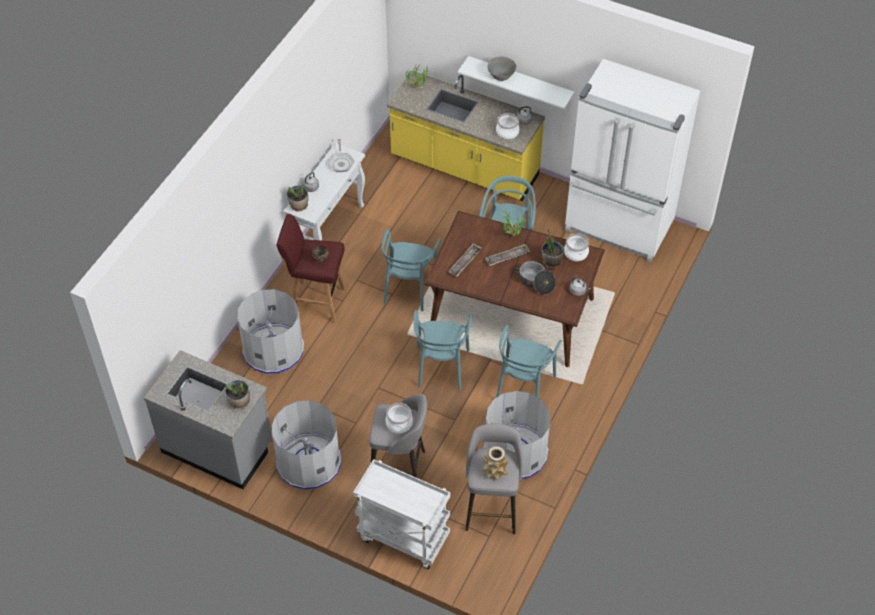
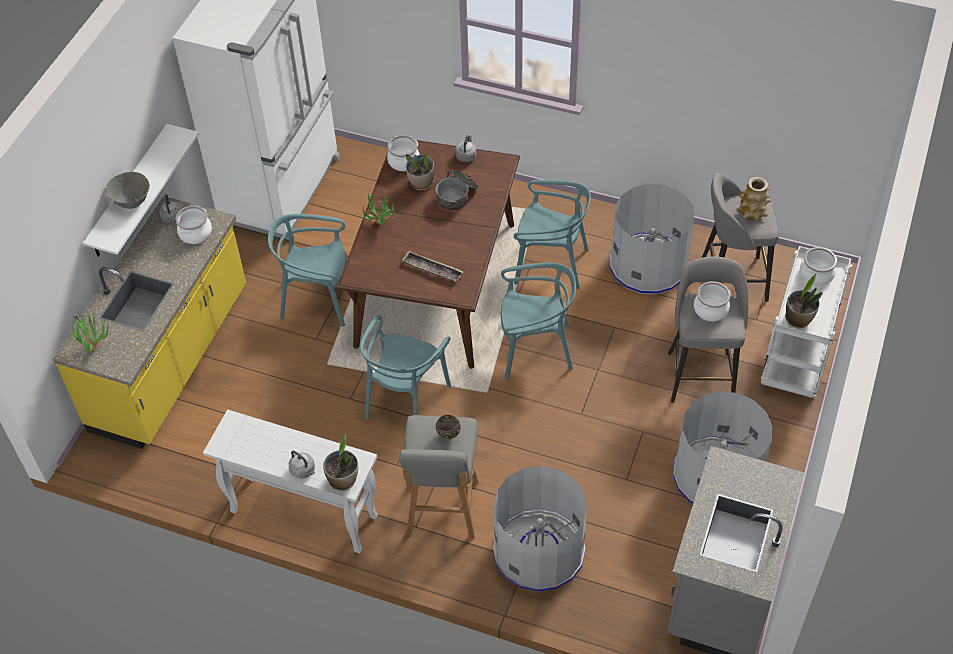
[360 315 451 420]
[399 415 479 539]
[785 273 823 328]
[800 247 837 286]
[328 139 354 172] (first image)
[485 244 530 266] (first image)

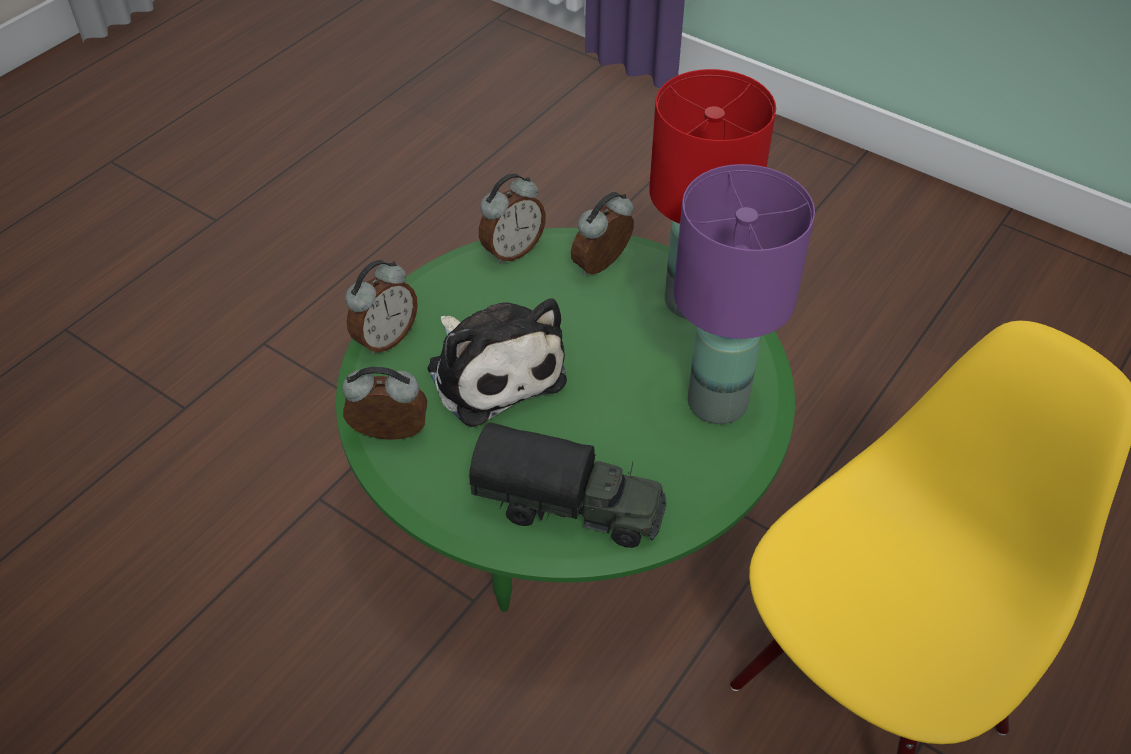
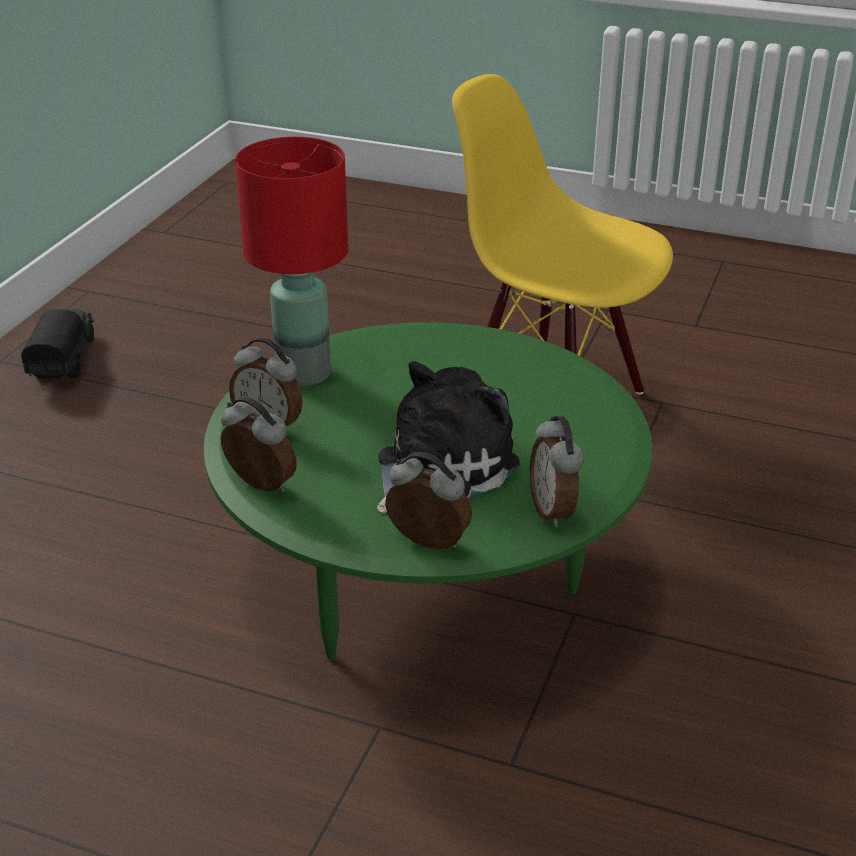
[21 309 94 380]
[674 164 815 424] (first image)

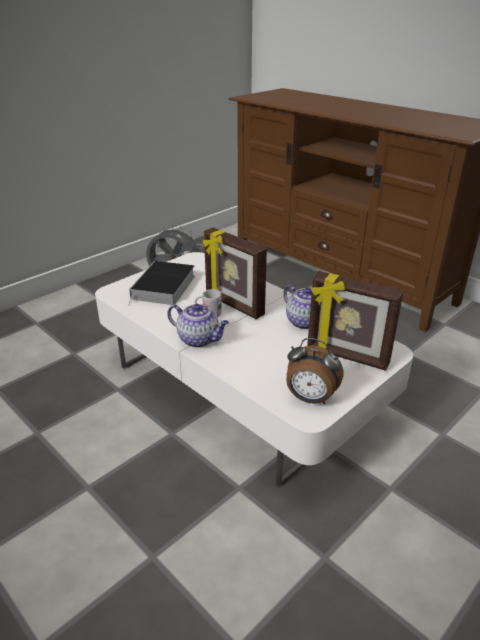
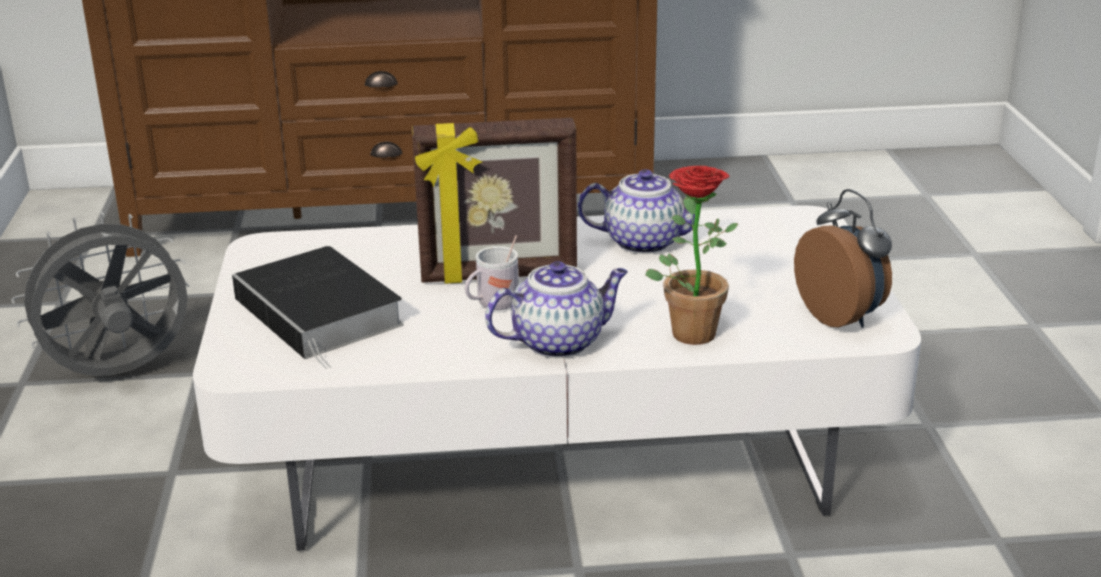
[645 166 739 345]
[794 189 892 328]
[307 271 404 371] (first image)

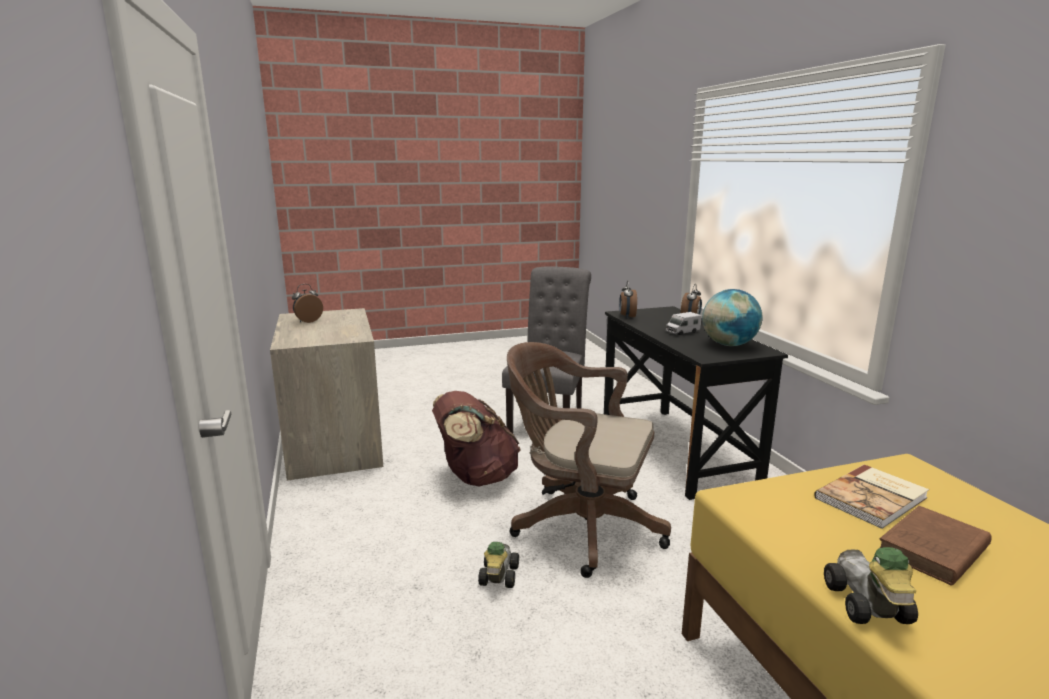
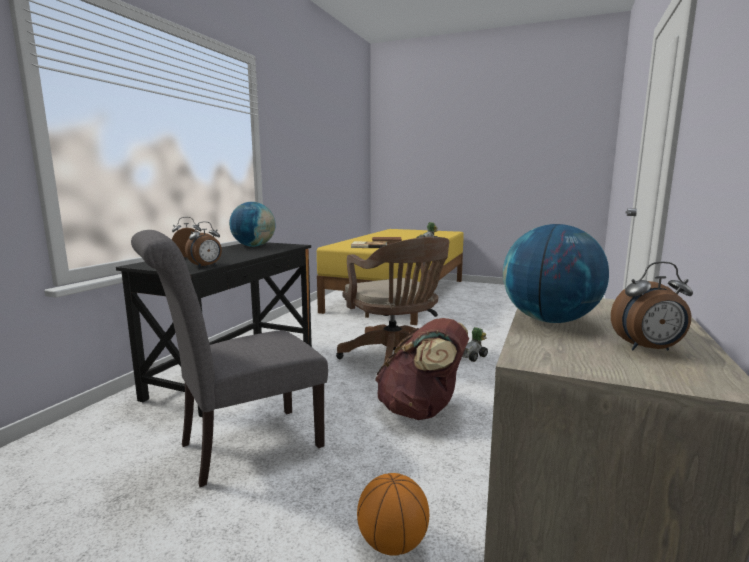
[357 473 429 556]
[503 224 609 323]
[666 312 702 335] (first image)

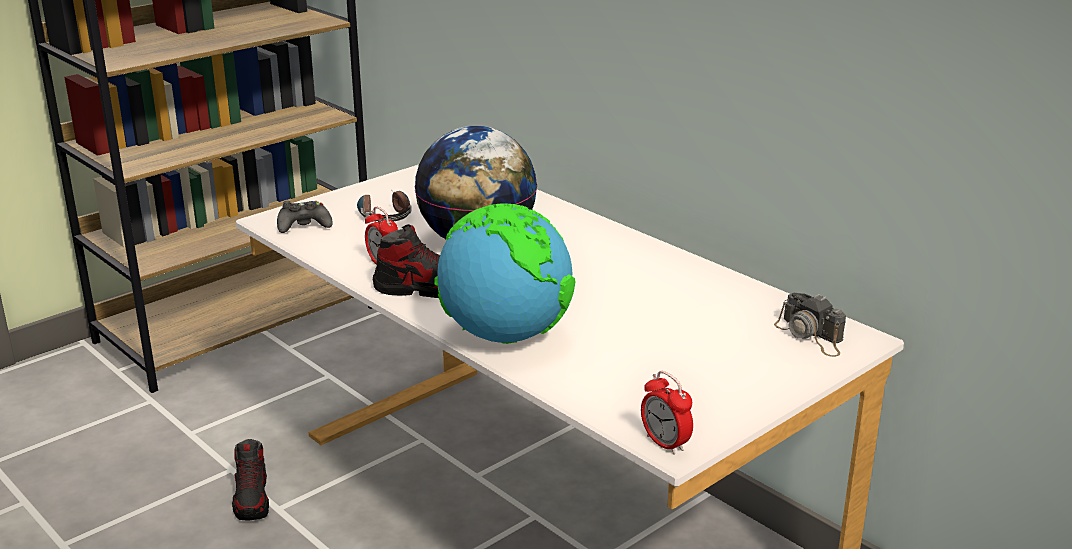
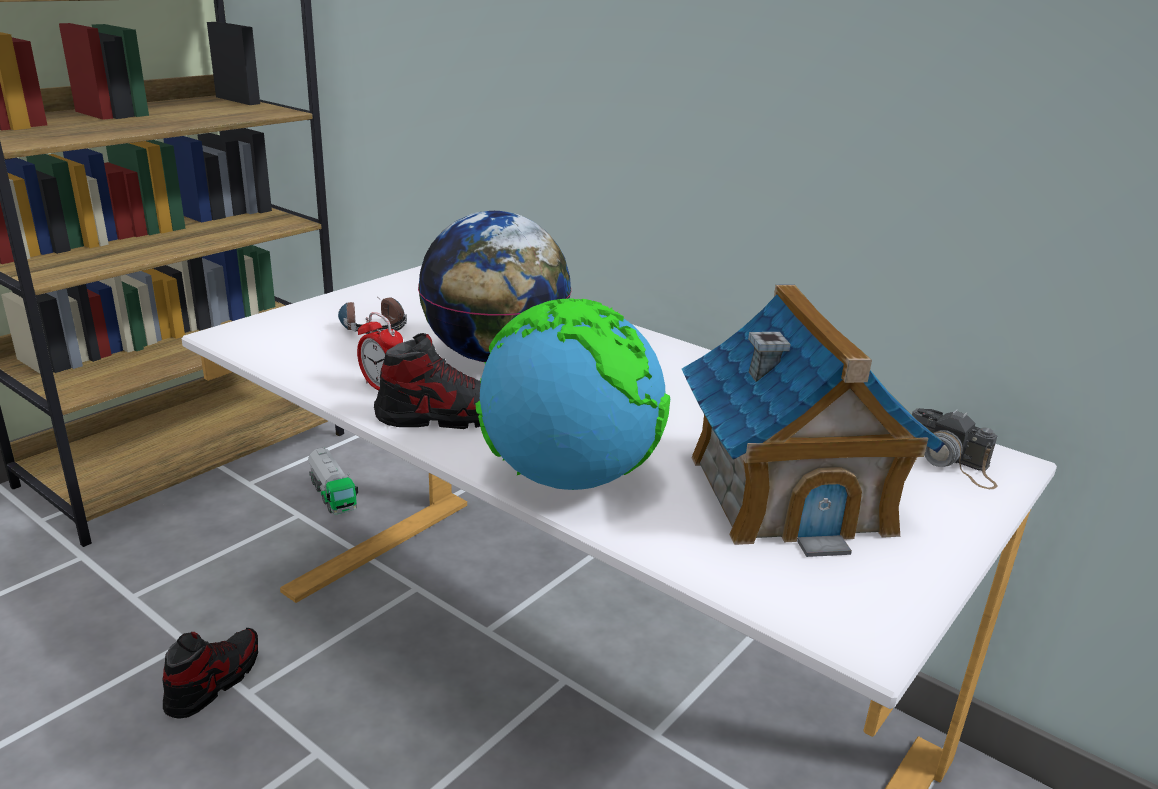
[162 628 258 719]
[308 448 358 514]
[682 285 945 557]
[277 201 333 233] (first image)
[641 371 693 455] (first image)

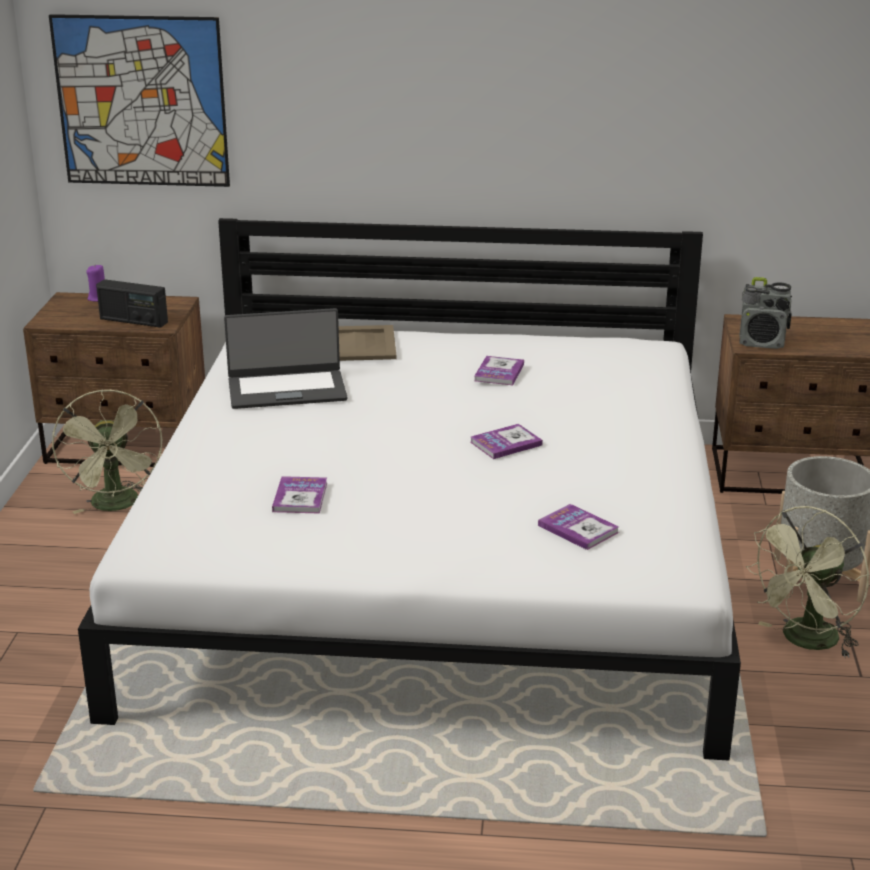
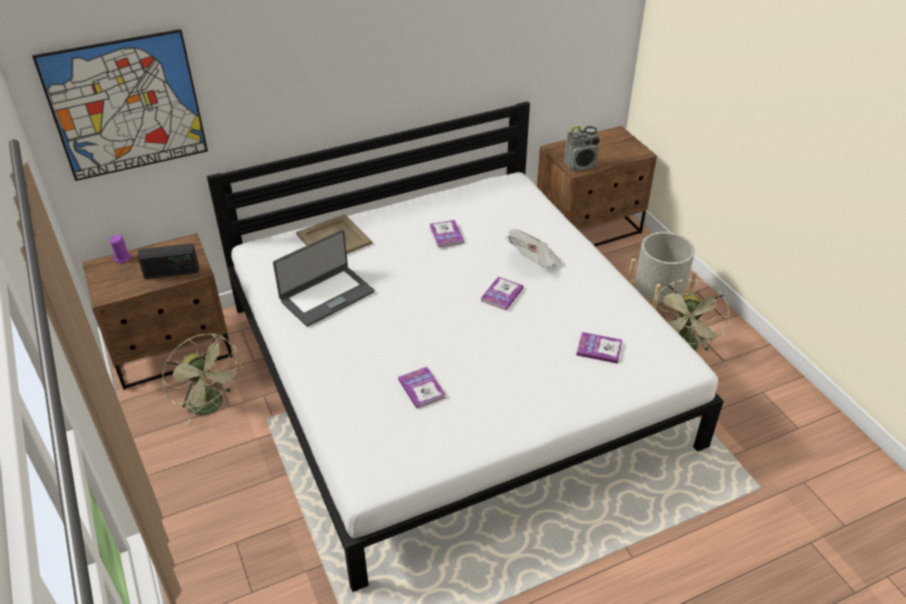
[505 229 565 268]

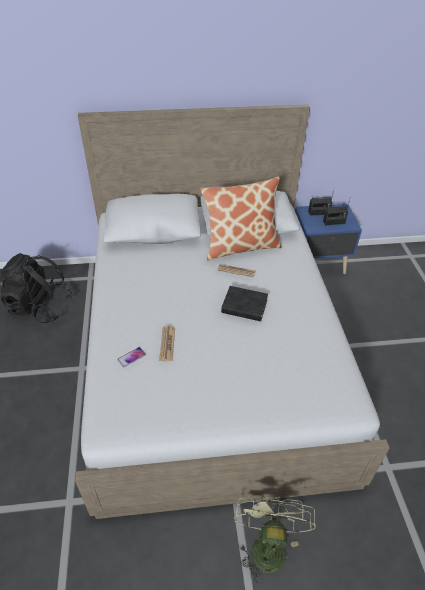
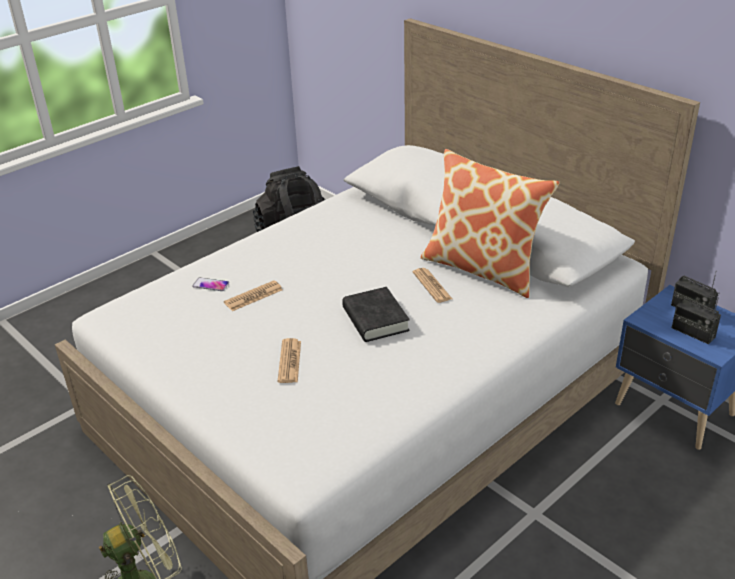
[278 338 301 383]

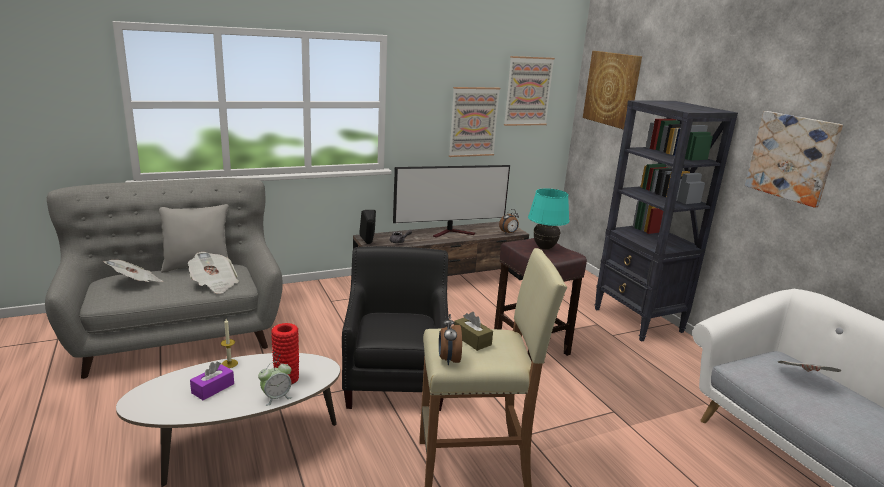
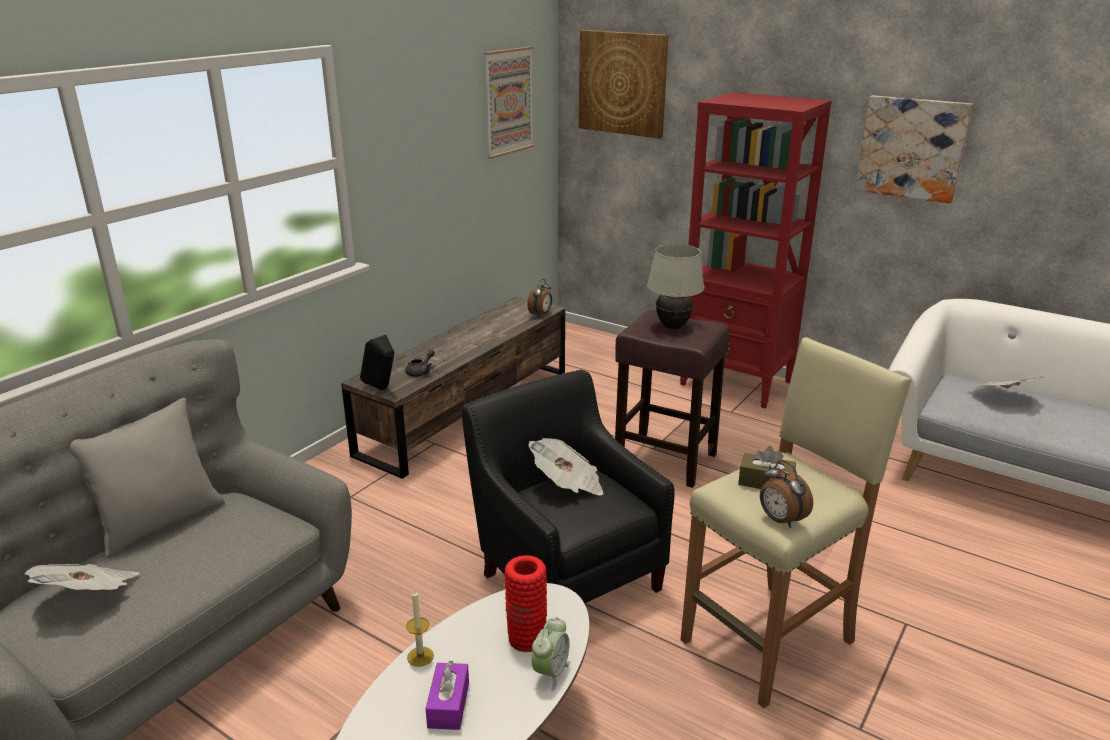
[529 438 603 495]
[647 244 704 329]
[680 92 831 408]
[393 165 510 238] (first image)
[449 87 500 157] (first image)

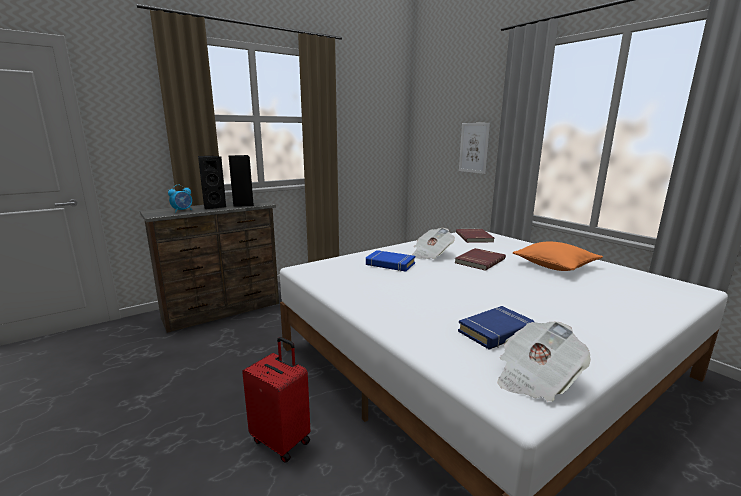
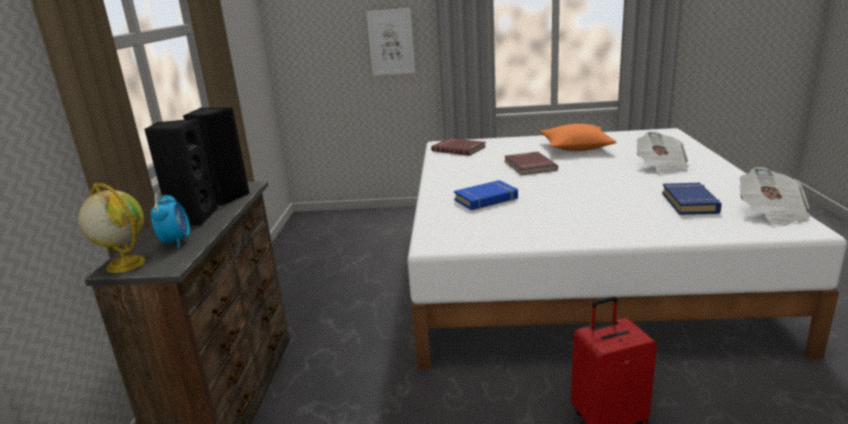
[78 184 146 273]
[637 131 689 175]

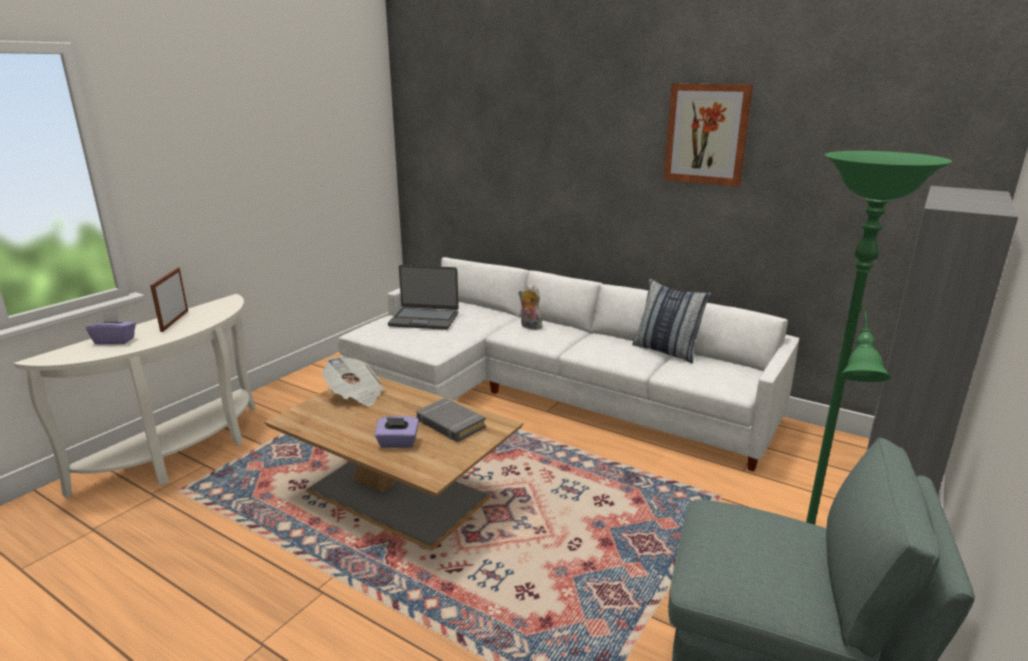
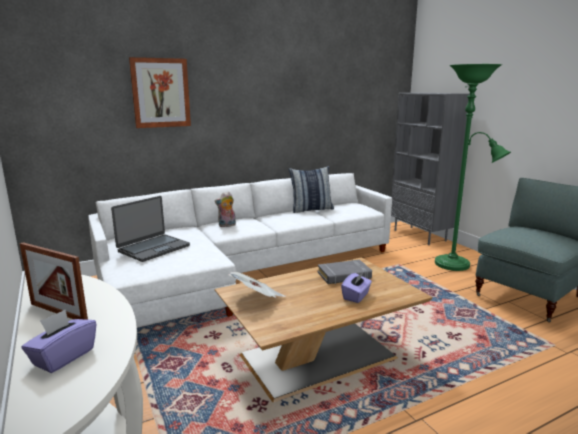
[129 57 191 128]

